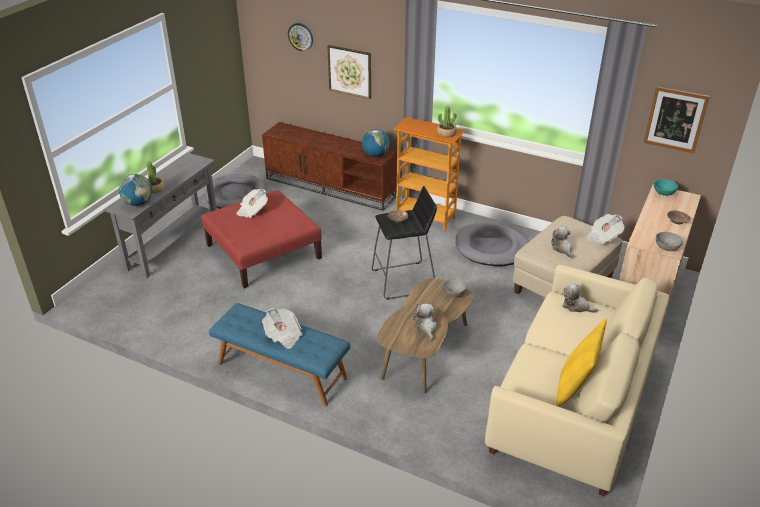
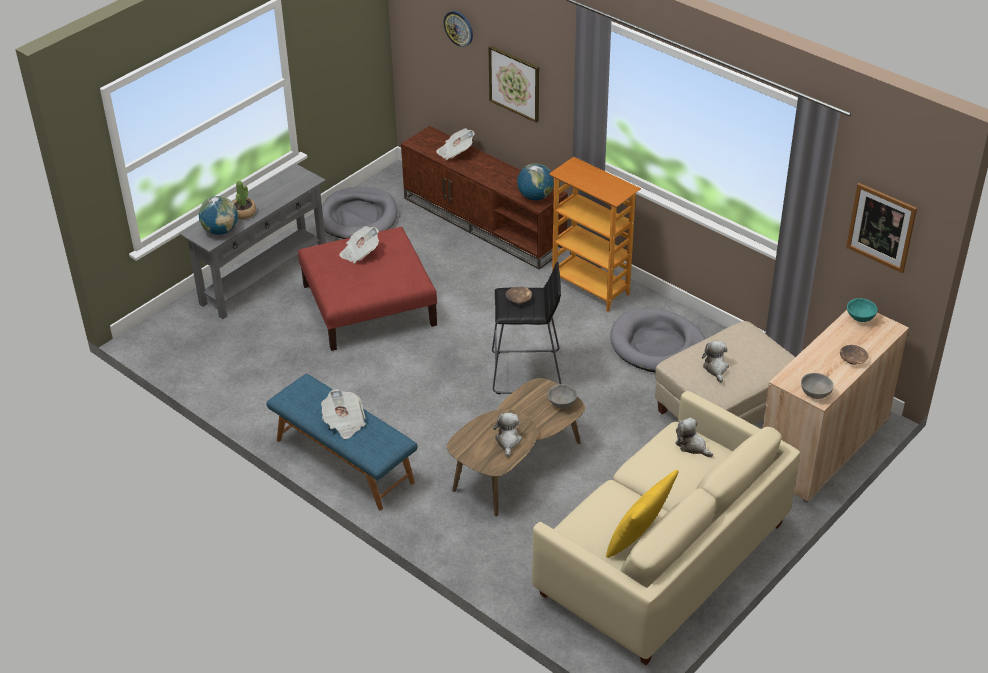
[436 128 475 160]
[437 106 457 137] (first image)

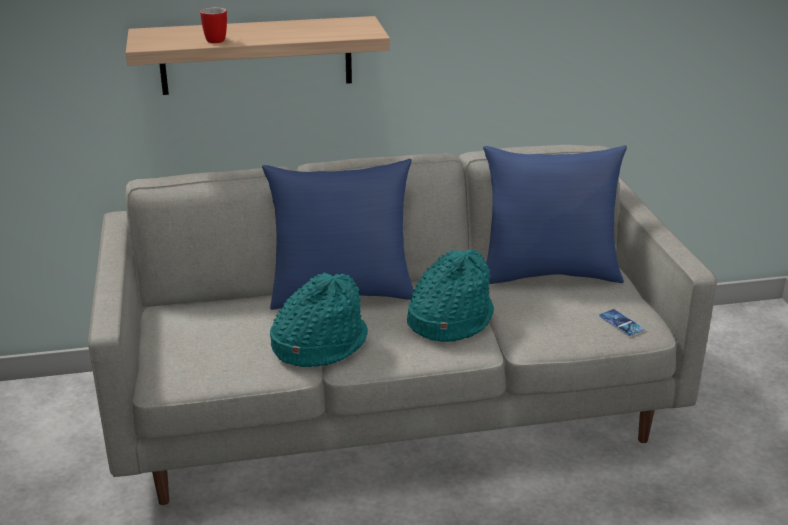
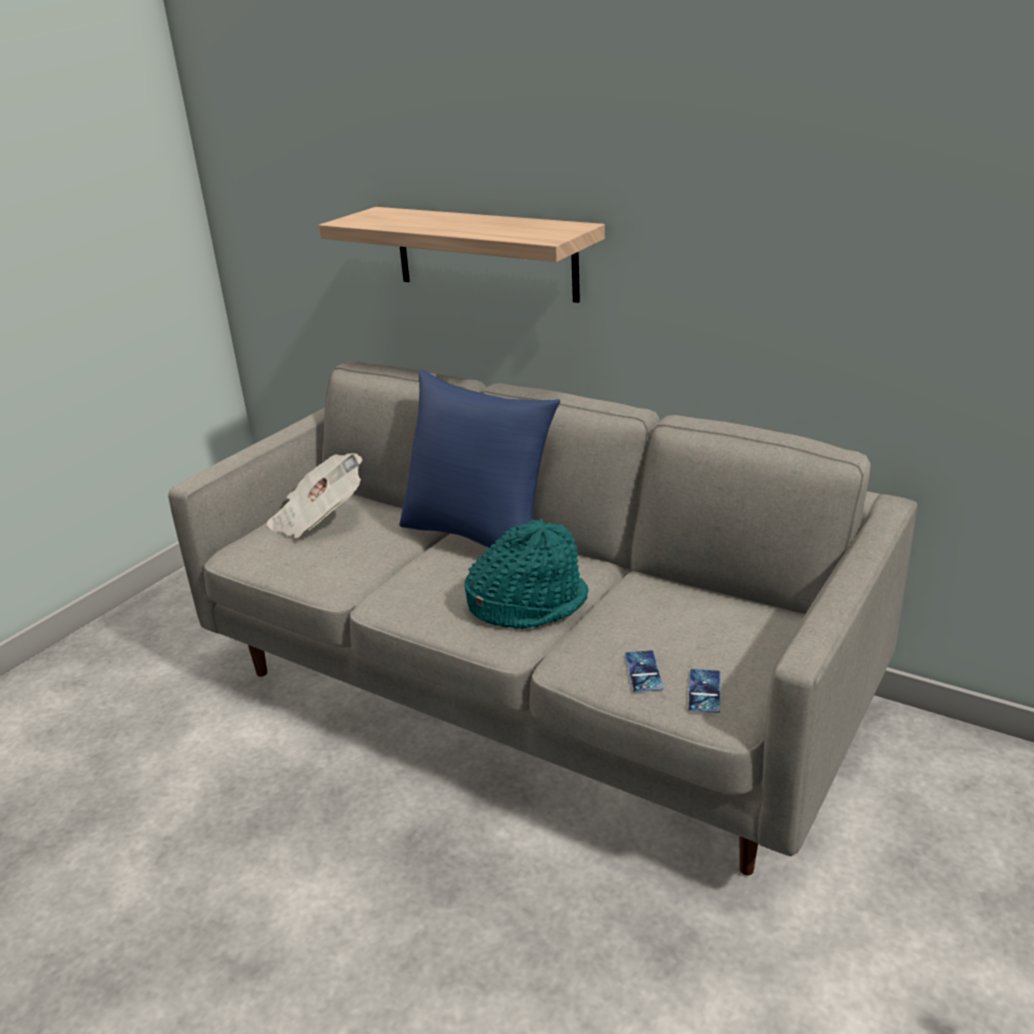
[267 453 363 538]
[625 650 663 692]
[200 7 227 43] (first image)
[270 272 367 367] (first image)
[483 145 627 284] (first image)

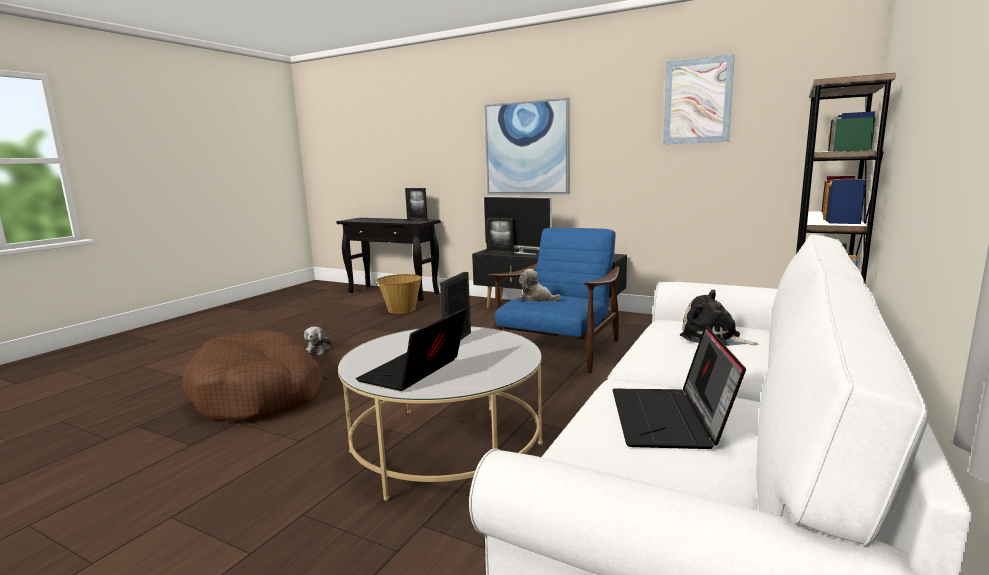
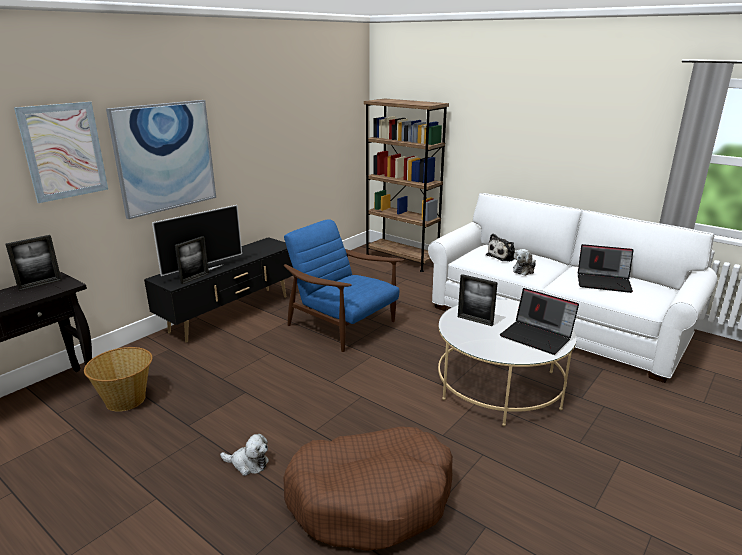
[14 101 108 203]
[513 249 536 276]

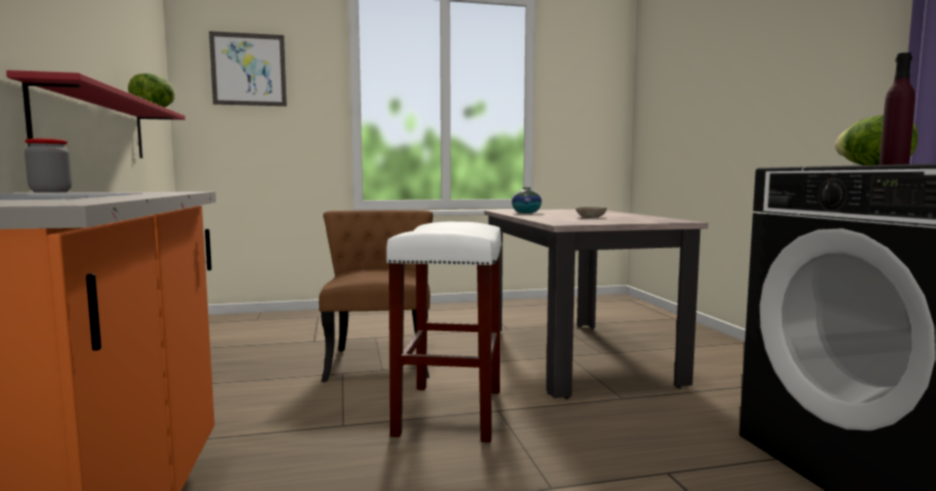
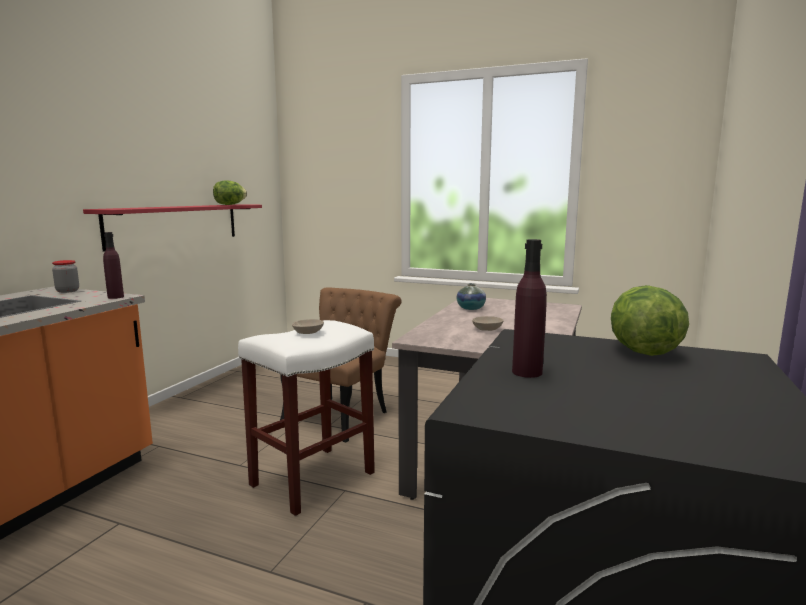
[103 232 124 299]
[292 319 324 334]
[209 31 287 106] (first image)

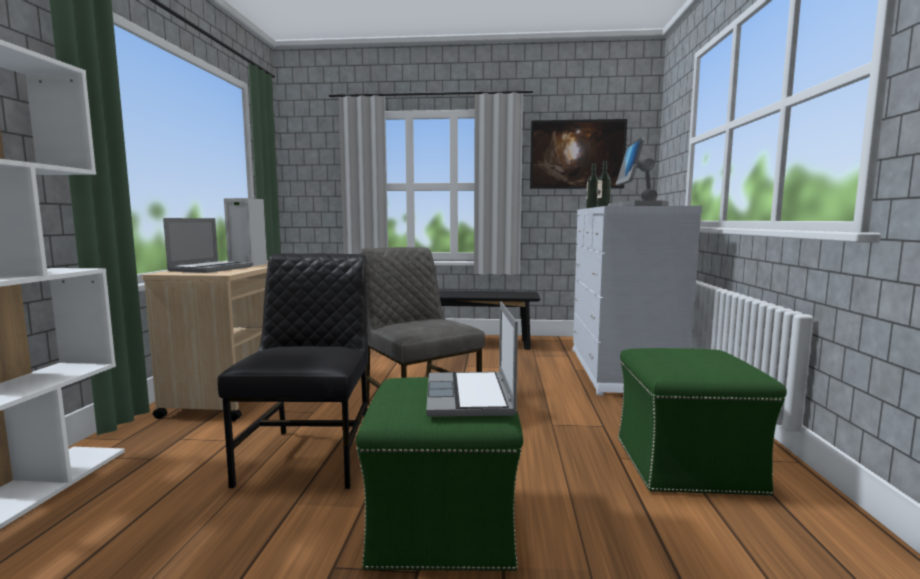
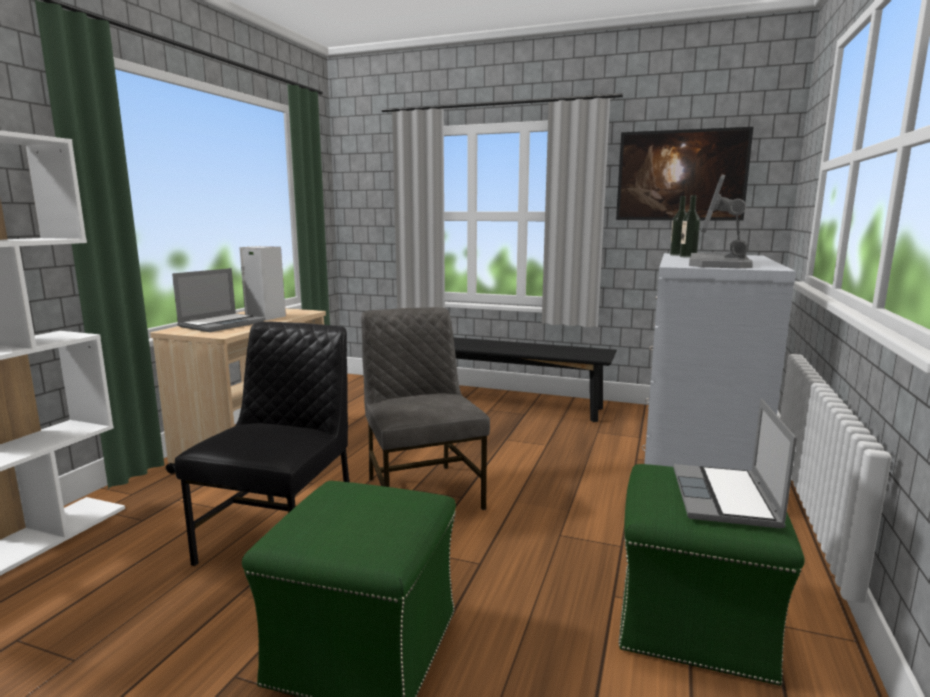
[673 399 797 528]

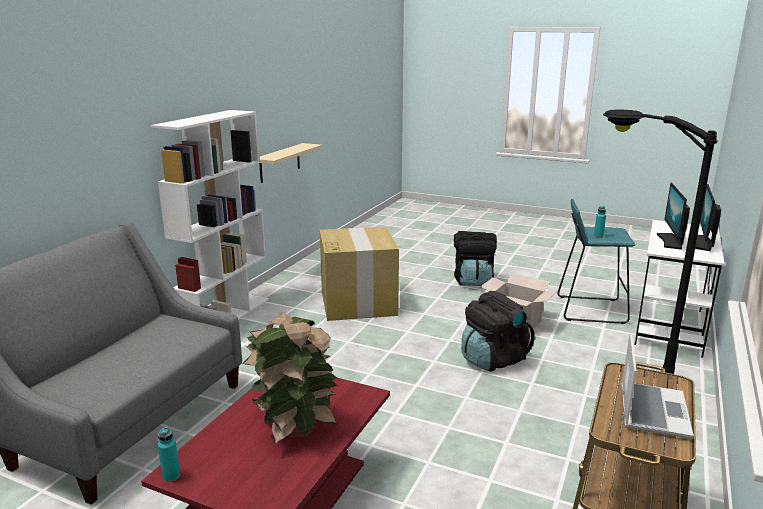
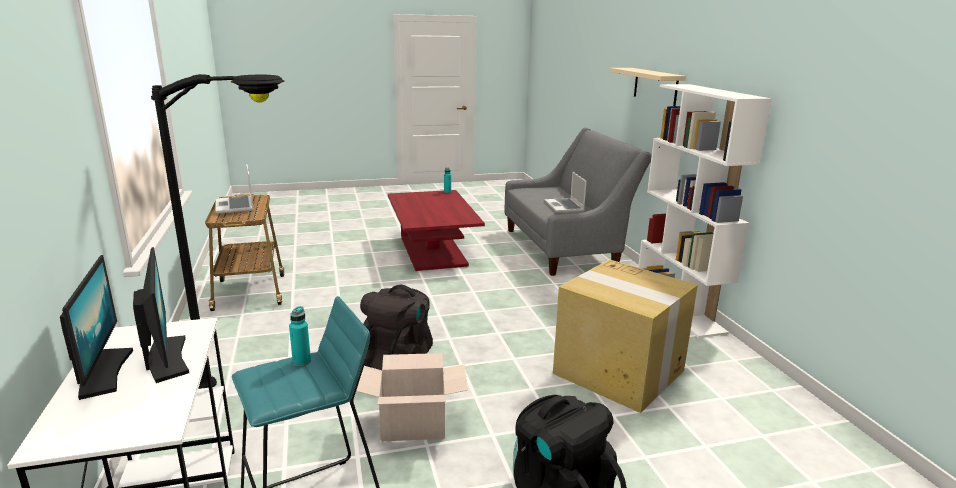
[545 172 587 213]
[610 68 686 106]
[242 313 338 444] (first image)

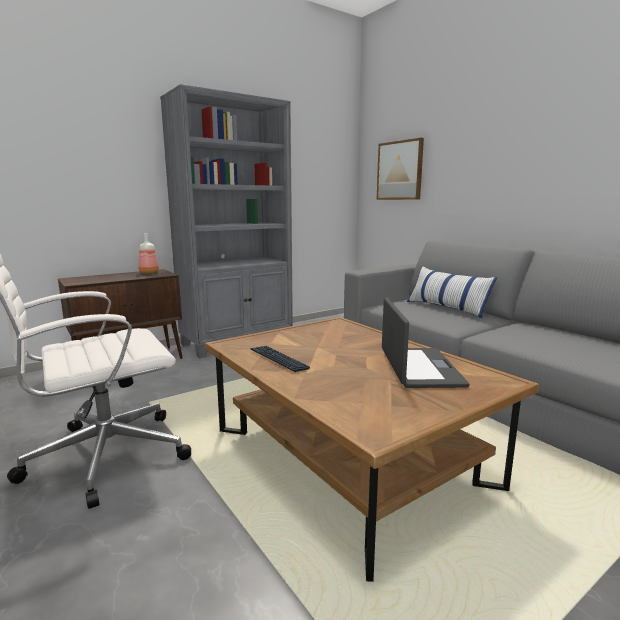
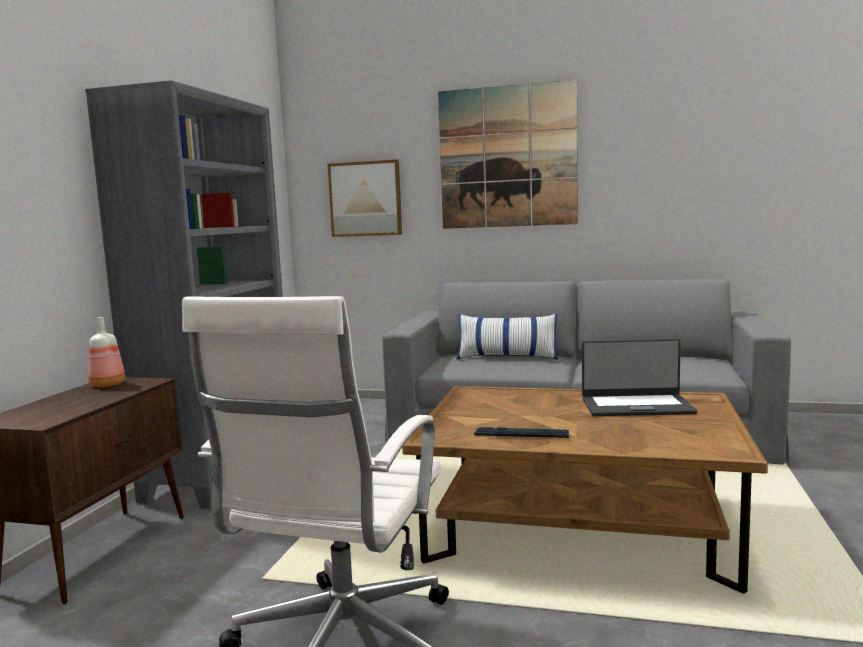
[438 80 578 229]
[582 339 697 416]

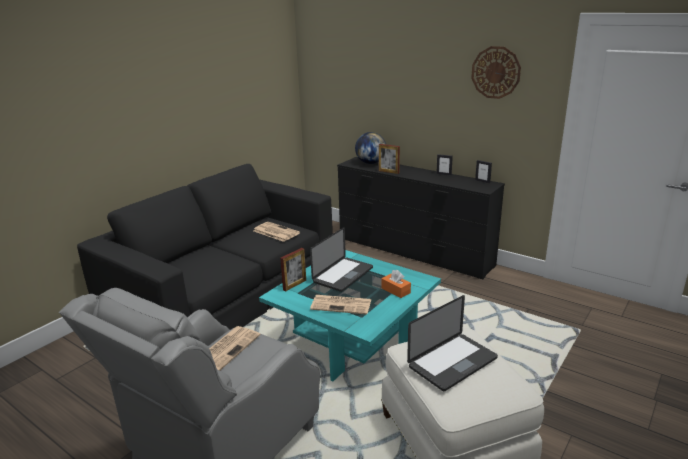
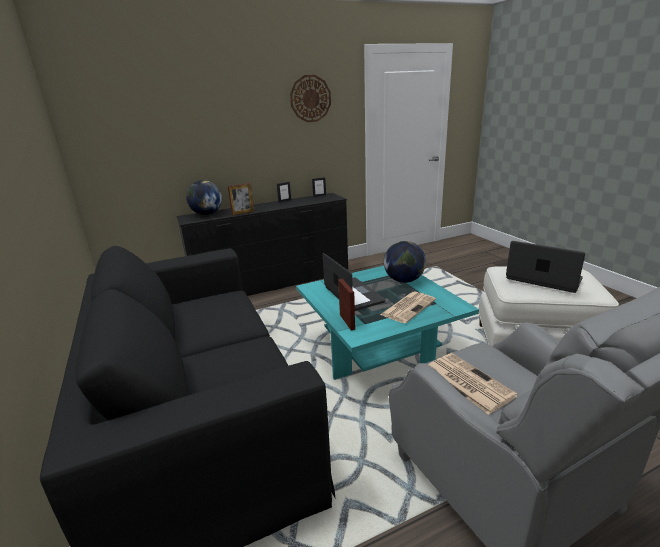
[384 241 426 283]
[506 241 585 293]
[253 222 300 242] (first image)

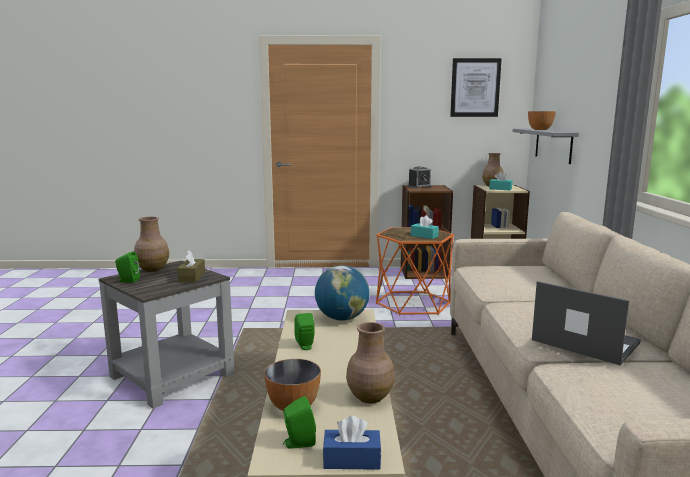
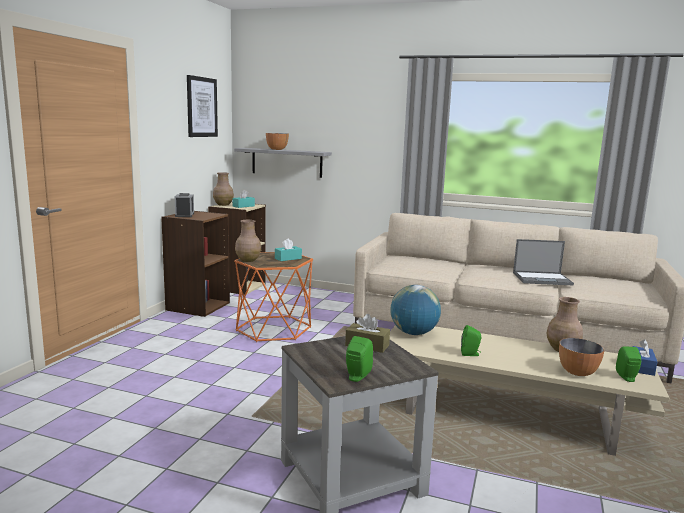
[235 220 261 262]
[513 239 574 285]

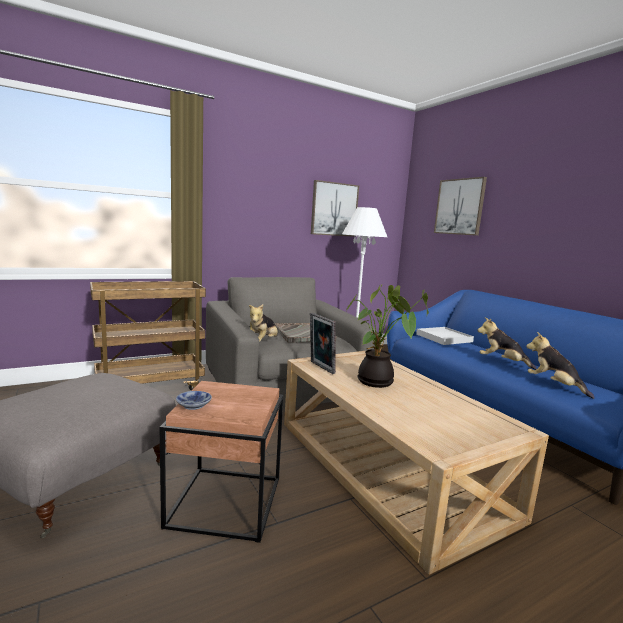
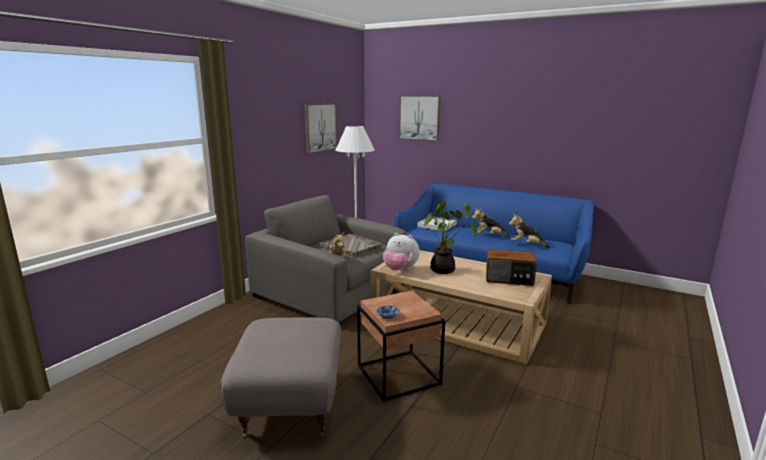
[383 233 419 271]
[486 249 537 286]
[90 281 206 391] (first image)

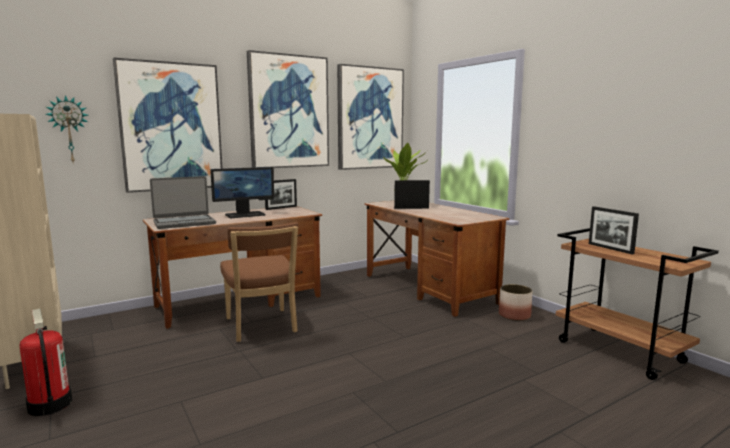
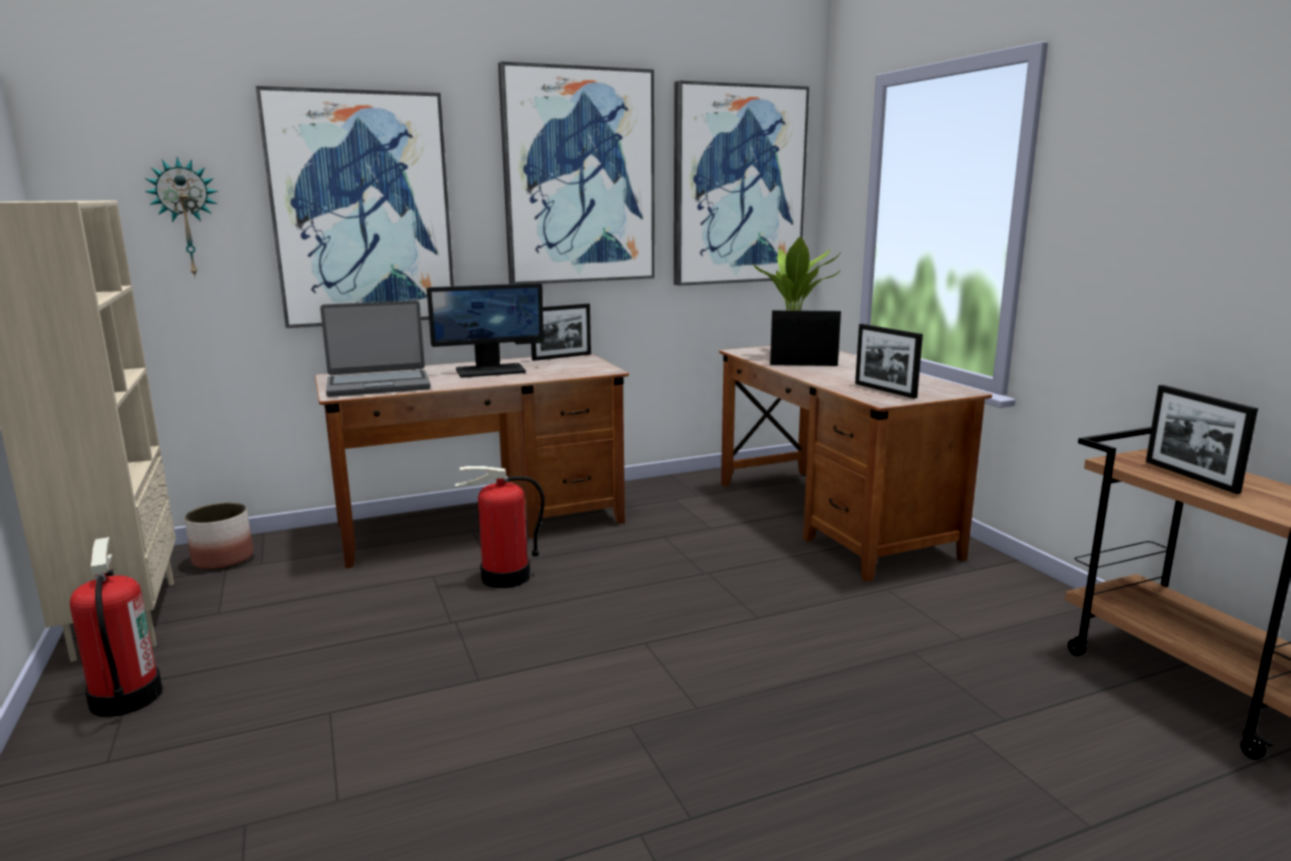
[184 503 253 570]
[455 466 545 588]
[855 324 923 399]

